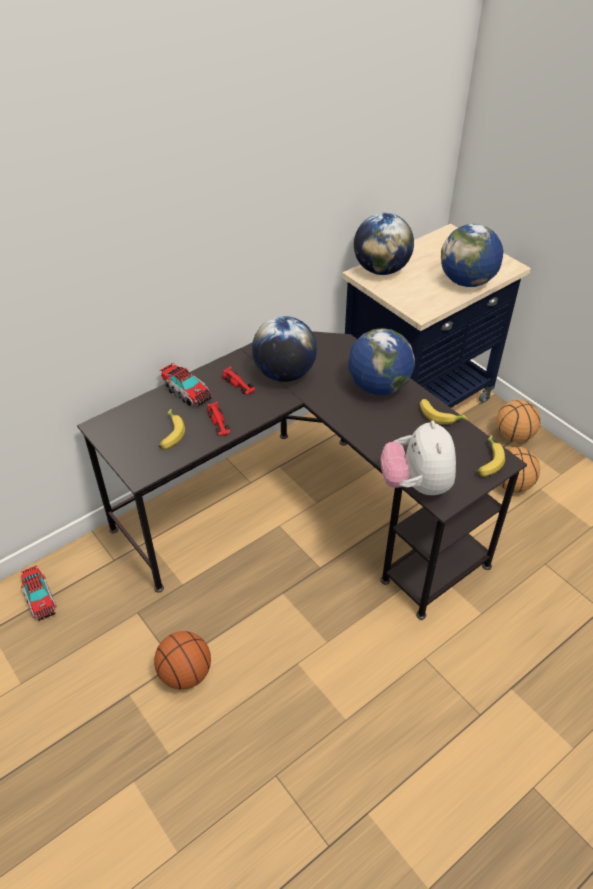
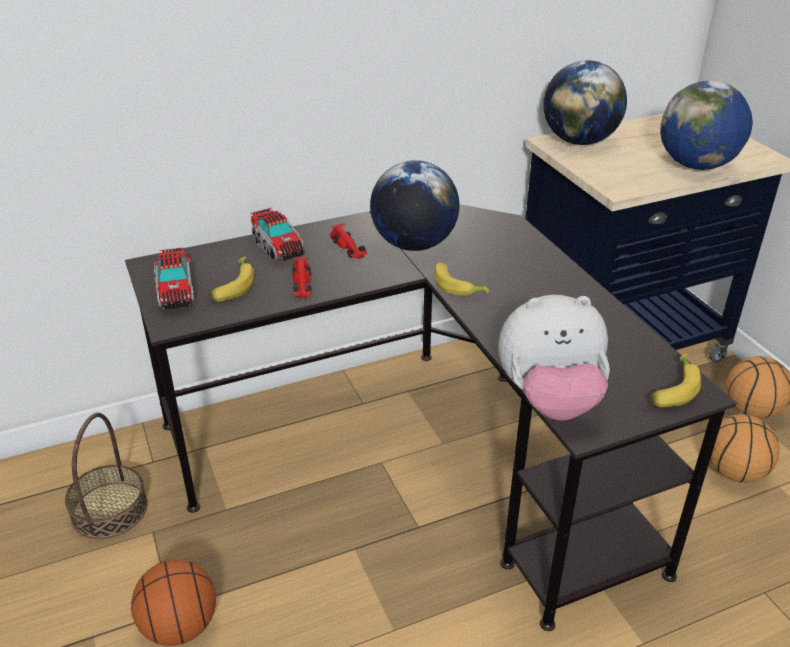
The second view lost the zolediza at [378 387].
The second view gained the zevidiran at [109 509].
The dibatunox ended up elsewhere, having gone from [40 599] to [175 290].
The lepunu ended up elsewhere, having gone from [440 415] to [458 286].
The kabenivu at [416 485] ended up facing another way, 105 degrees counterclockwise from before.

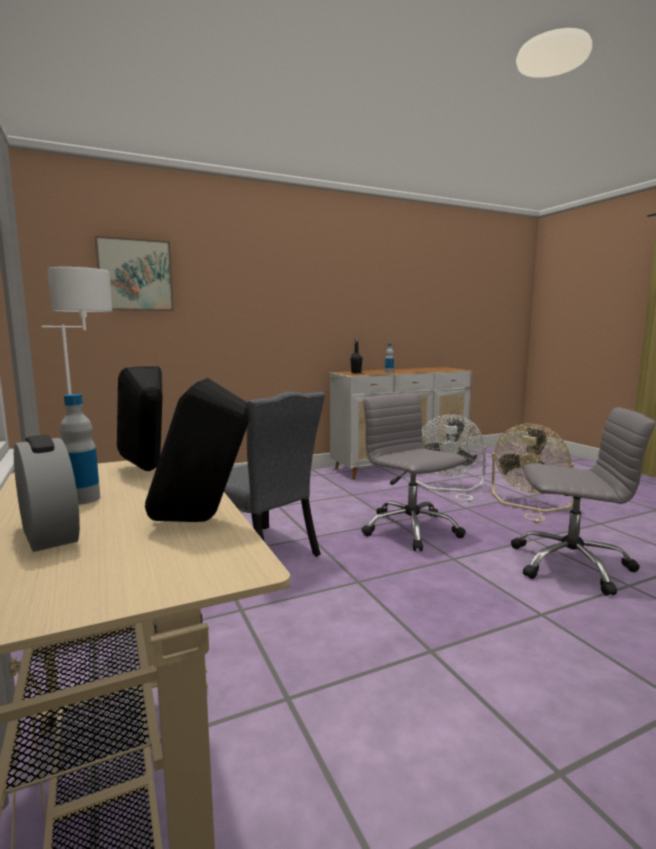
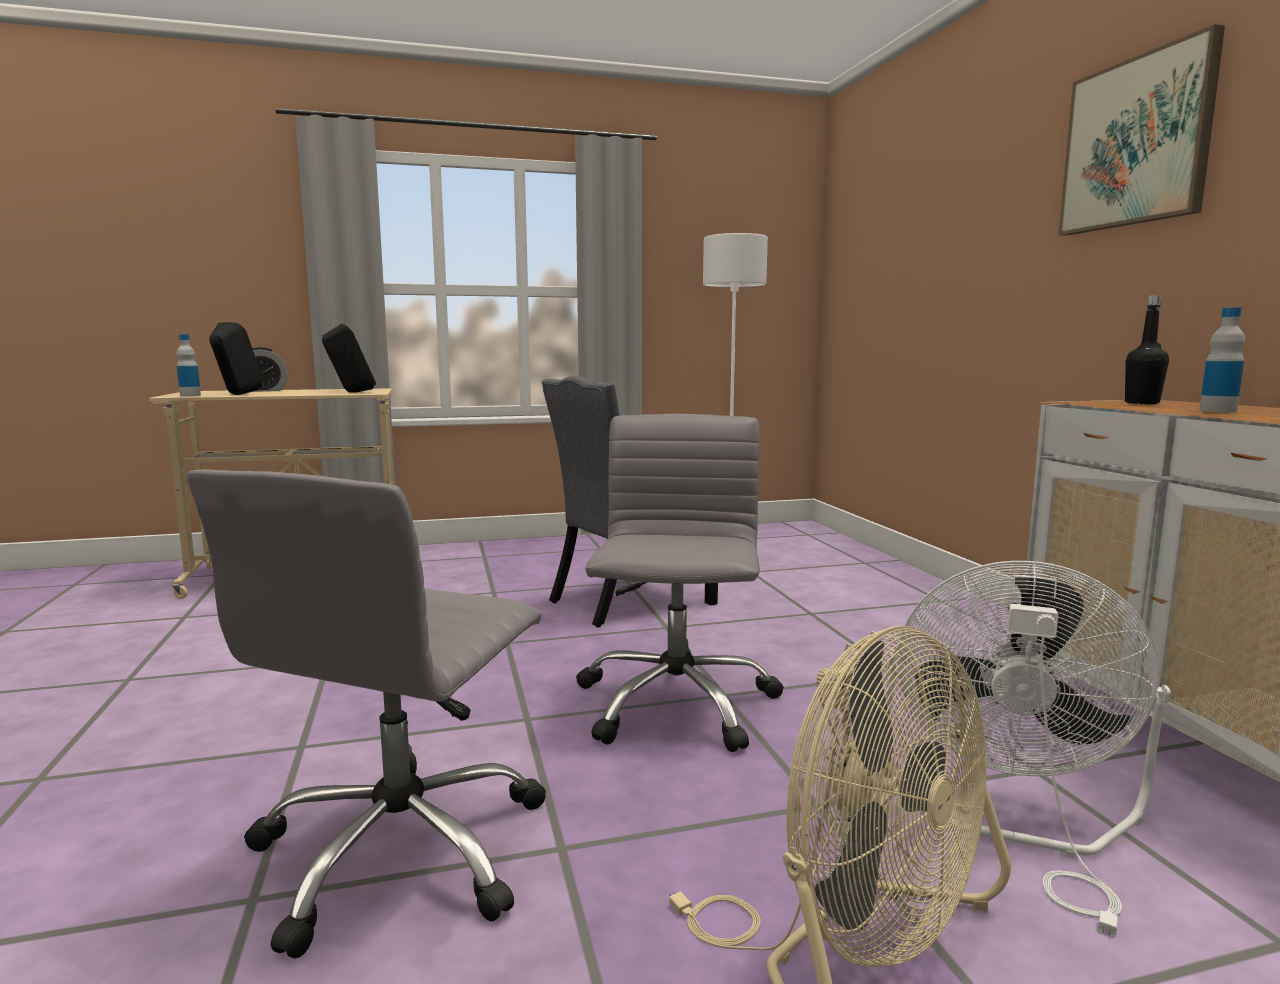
The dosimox ended up elsewhere, having gone from [83 499] to [190 395].
The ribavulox ended up elsewhere, having gone from [135 275] to [1136 142].
The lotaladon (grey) at [410 529] ended up facing another way, 60 degrees counterclockwise from before.
The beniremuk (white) at [450 488] ended up facing another way, 90 degrees counterclockwise from before.

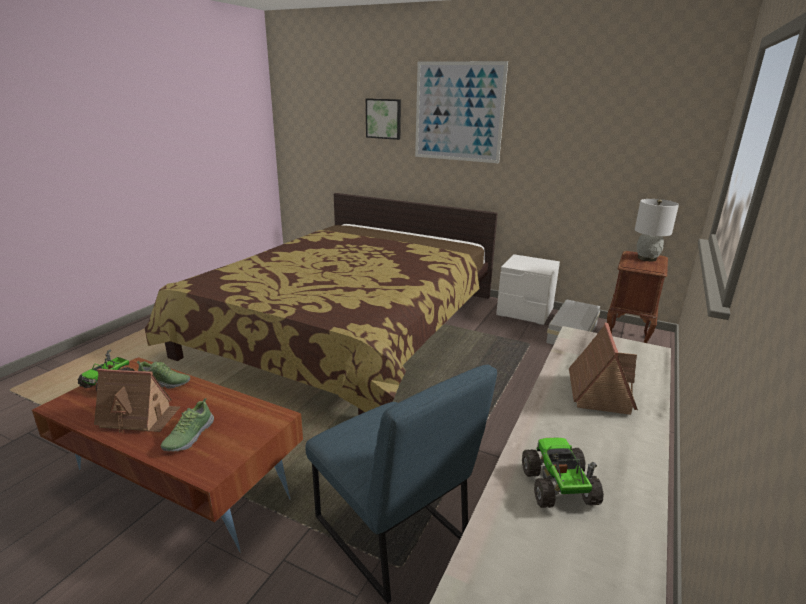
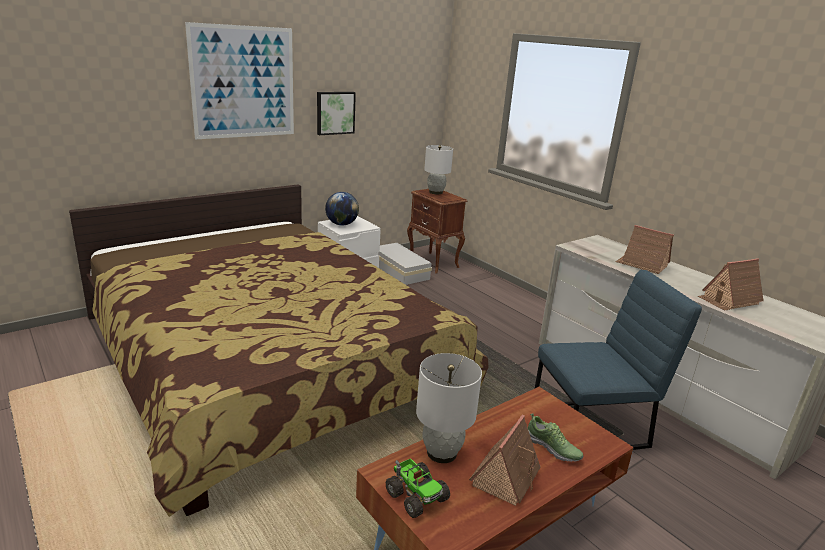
The second view gained the zolediza at [341 224].
The ribavulox ended up elsewhere, having gone from [384 118] to [335 112].
Where the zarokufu stood at [165 383], the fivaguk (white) came to stand at [441 453].
Where the dibatunox stood at [558 487], the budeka came to stand at [728 300].

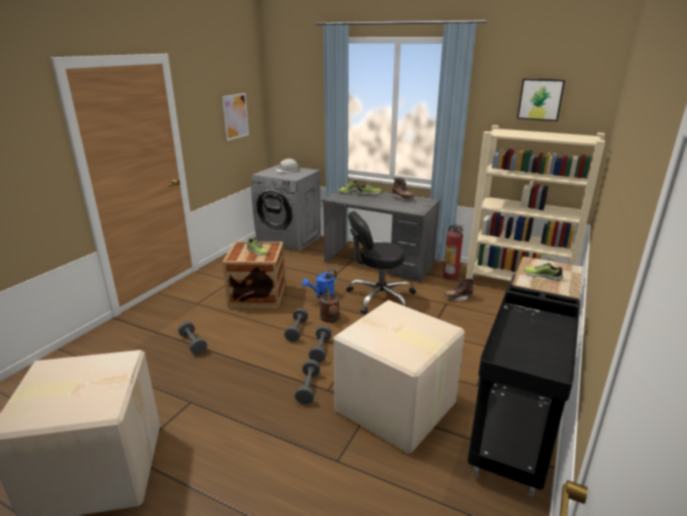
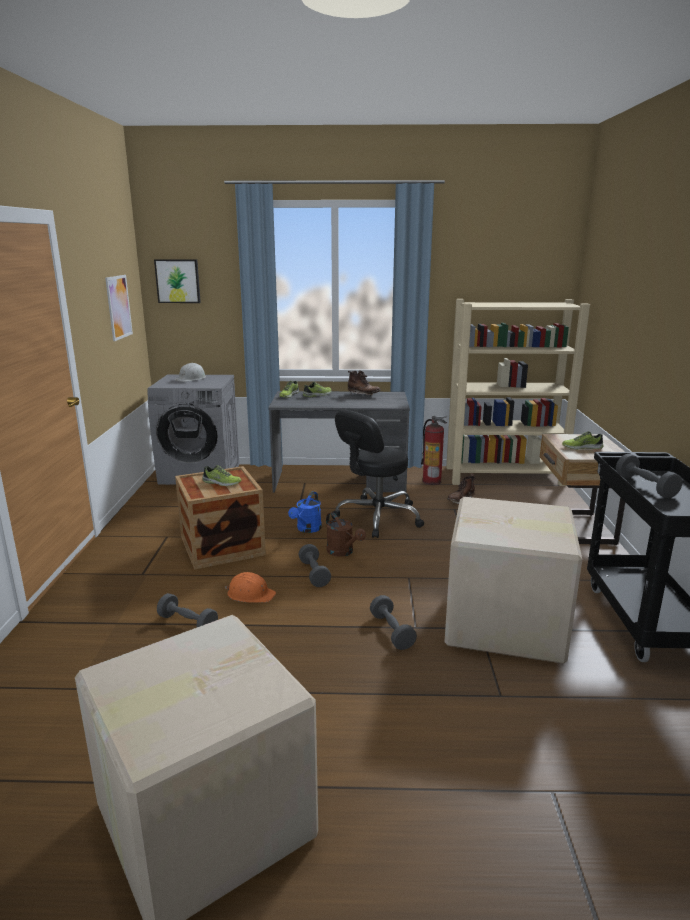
The second view gained the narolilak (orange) at [250 594].
The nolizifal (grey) ended up elsewhere, having gone from [320 350] to [645 486].
The ribavulox ended up elsewhere, having gone from [540 99] to [178 281].

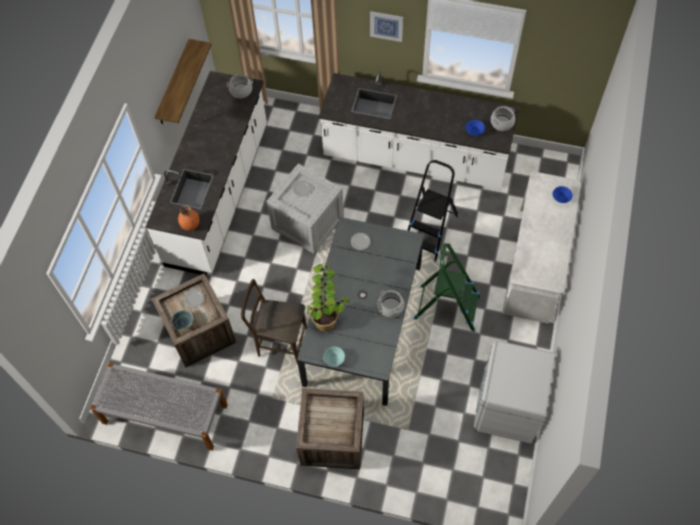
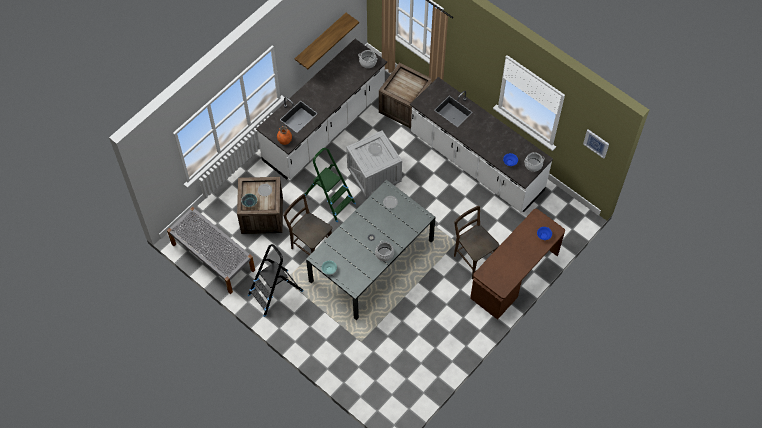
The second view lost the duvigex at [327 311].
The second view lost the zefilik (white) at [506 407].
The second view gained the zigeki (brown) at [473 258].
The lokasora ended up elsewhere, having gone from [331 439] to [404 107].
The ribavulox ended up elsewhere, having gone from [386 25] to [596 143].
The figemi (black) ended up elsewhere, having gone from [430 233] to [275 293].
The figemi (green) ended up elsewhere, having gone from [448 308] to [329 200].
What was the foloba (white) at [535 264] turned into the foloba (brown) at [514 276].

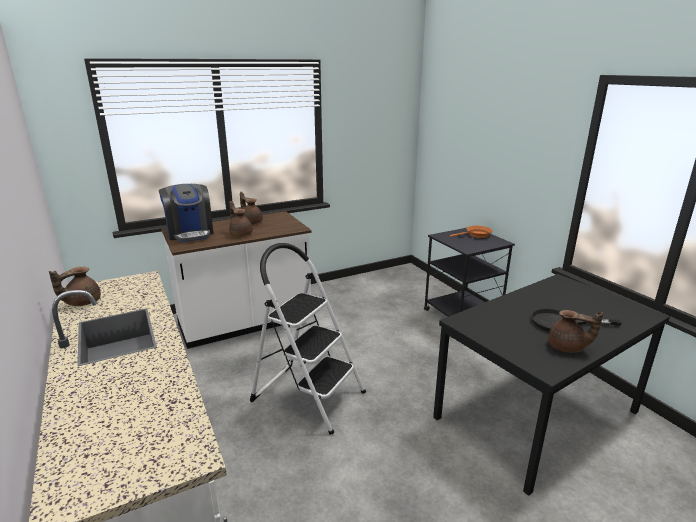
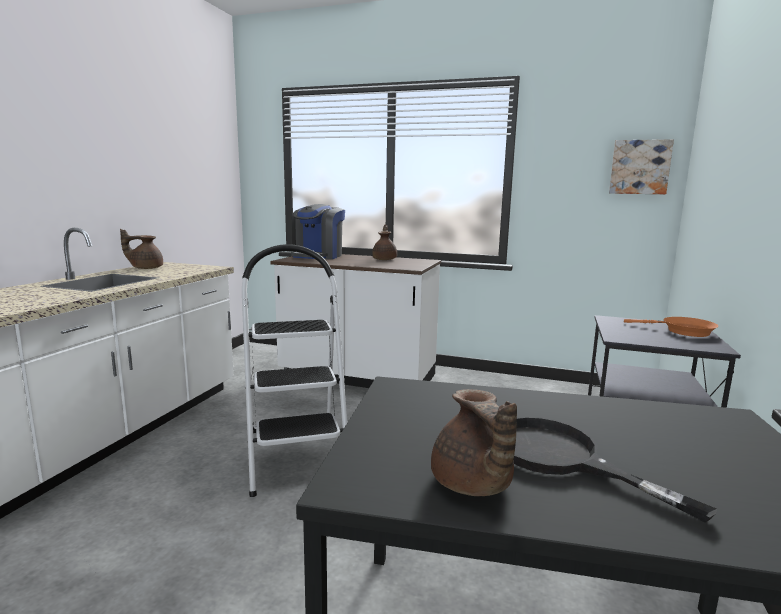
The second view lost the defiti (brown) at [241 234].
The second view gained the ribavulox at [639 167].

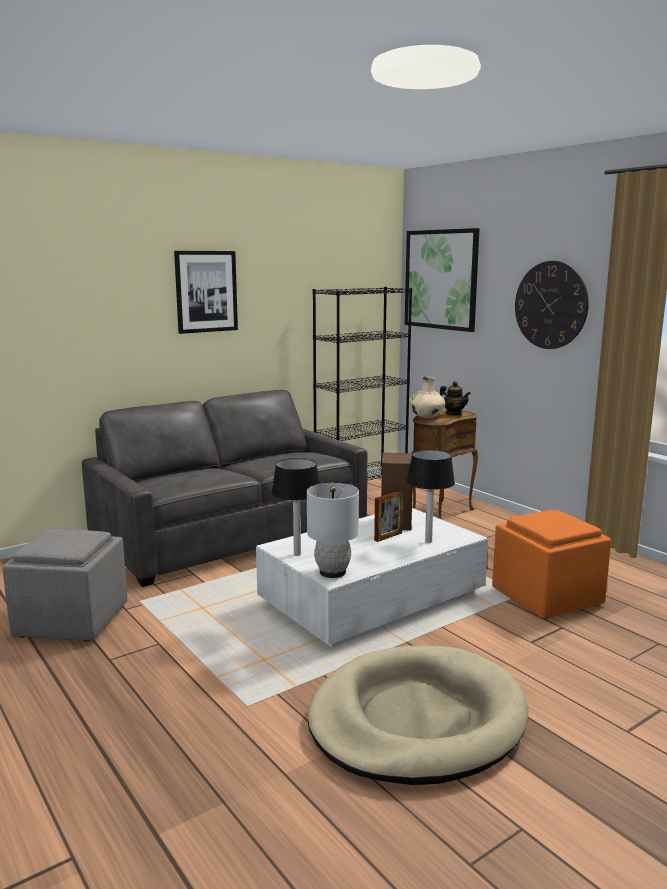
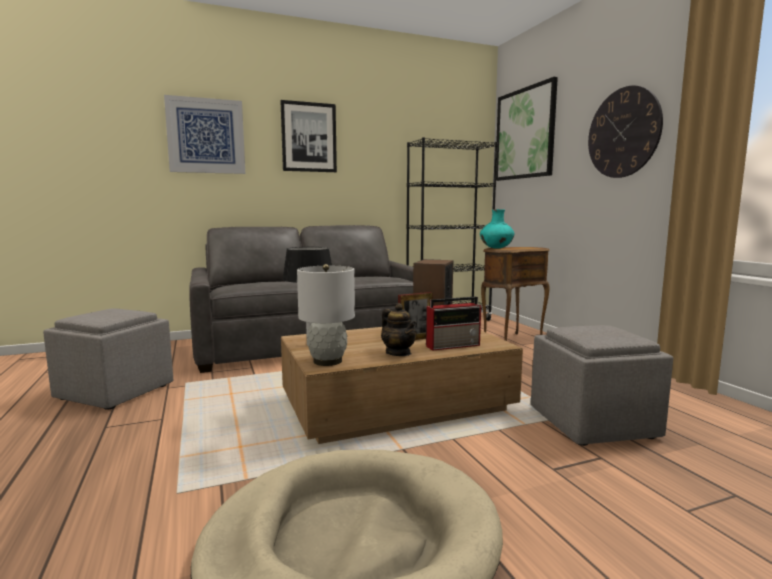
The second view gained the ribavulox at [206 136].
The defiti ended up elsewhere, having gone from [453 414] to [398 353].
Where the fivaguk stood at [428 541], the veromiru came to stand at [453 345].
What was the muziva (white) at [373 599] turned into the muziva (brown) at [396 404].
What was the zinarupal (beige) at [426 417] turned into the zinarupal (turquoise) at [496 248].
What was the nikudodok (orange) at [548 597] turned into the nikudodok (grey) at [594 424].

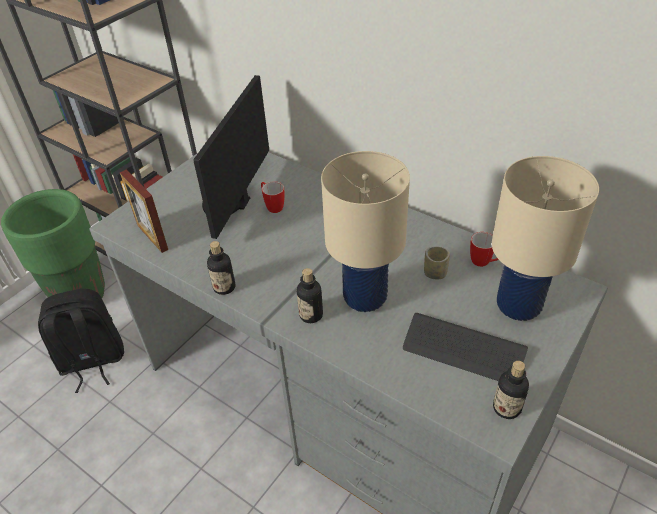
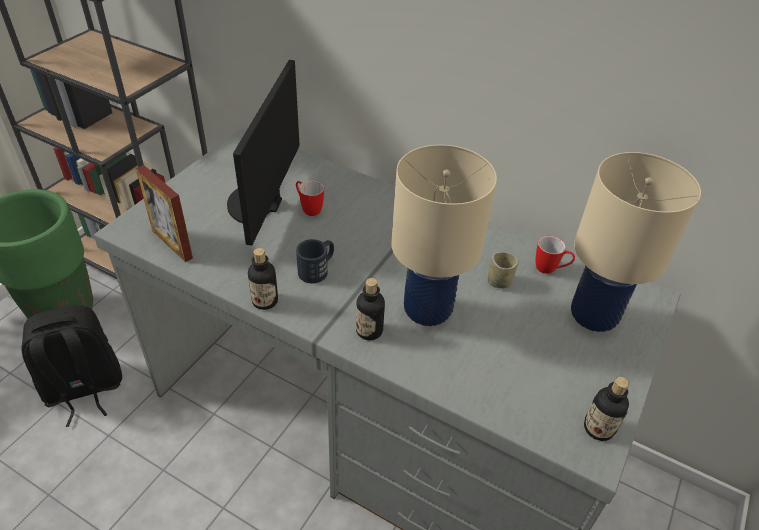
The second view lost the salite at [463 350].
The second view gained the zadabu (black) at [317 269].

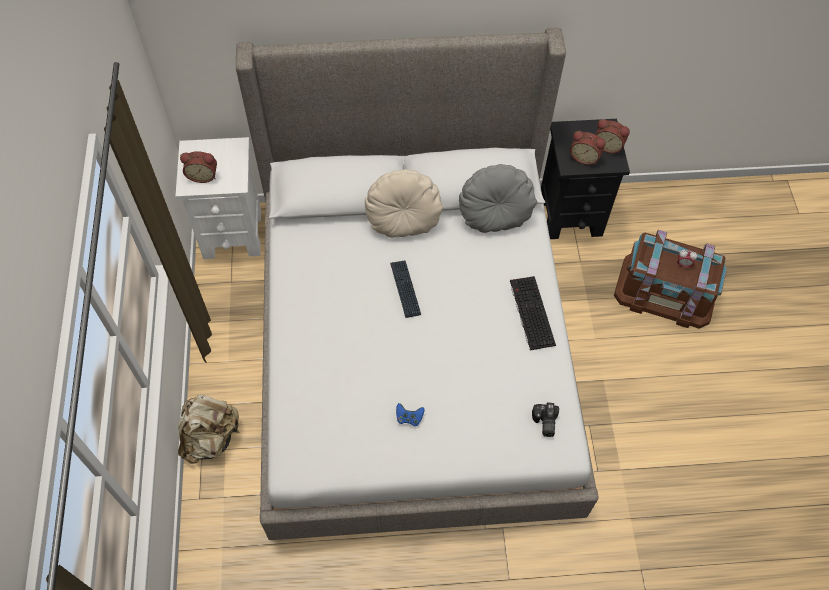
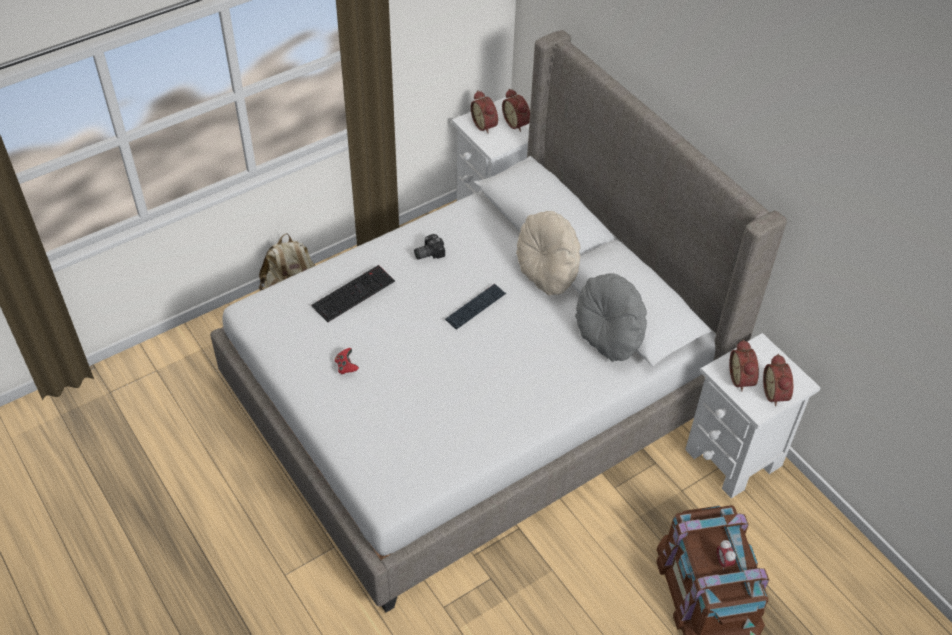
The second view gained the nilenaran at [517 123].
The salite ended up elsewhere, having gone from [530 312] to [353 292].
The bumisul ended up elsewhere, having gone from [544 423] to [428 253].
What was the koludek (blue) at [409 417] turned into the koludek (red) at [346 366].
What was the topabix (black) at [571 216] turned into the topabix (white) at [733 459].

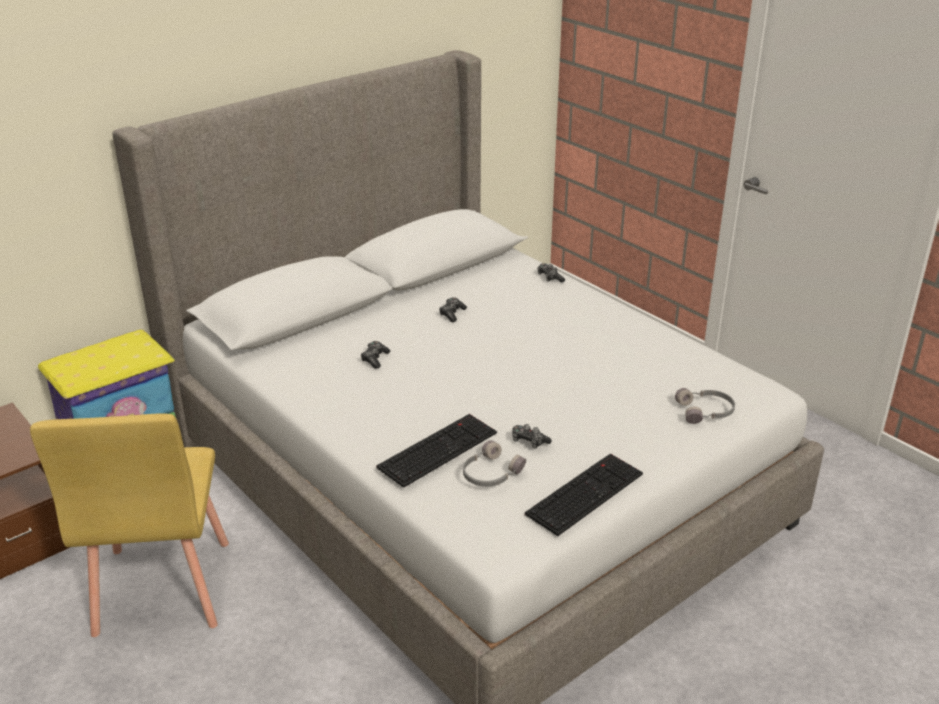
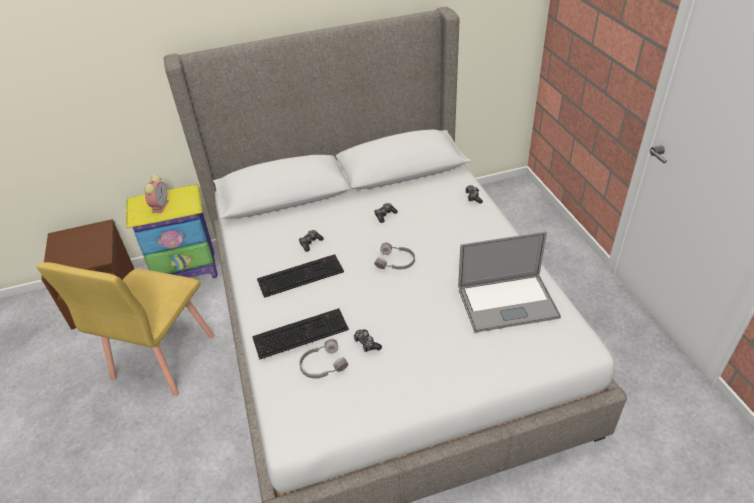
The second view gained the nilenaran at [160 206].
The second view gained the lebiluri at [507 303].
The salite ended up elsewhere, having gone from [584 492] to [301 275].
The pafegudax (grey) ended up elsewhere, having gone from [706 412] to [396 262].

